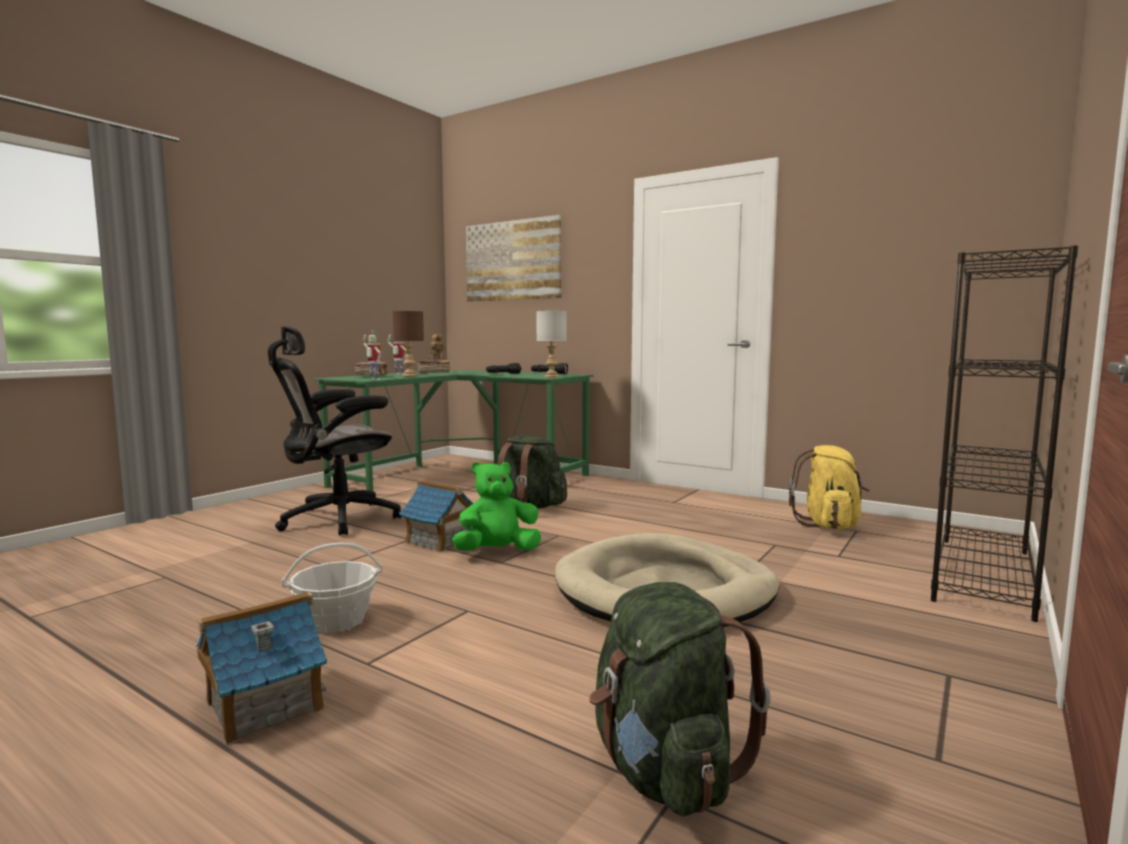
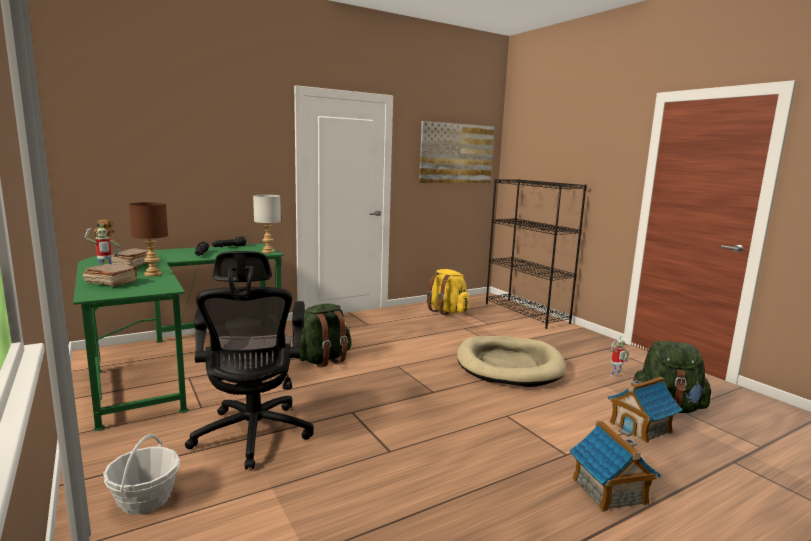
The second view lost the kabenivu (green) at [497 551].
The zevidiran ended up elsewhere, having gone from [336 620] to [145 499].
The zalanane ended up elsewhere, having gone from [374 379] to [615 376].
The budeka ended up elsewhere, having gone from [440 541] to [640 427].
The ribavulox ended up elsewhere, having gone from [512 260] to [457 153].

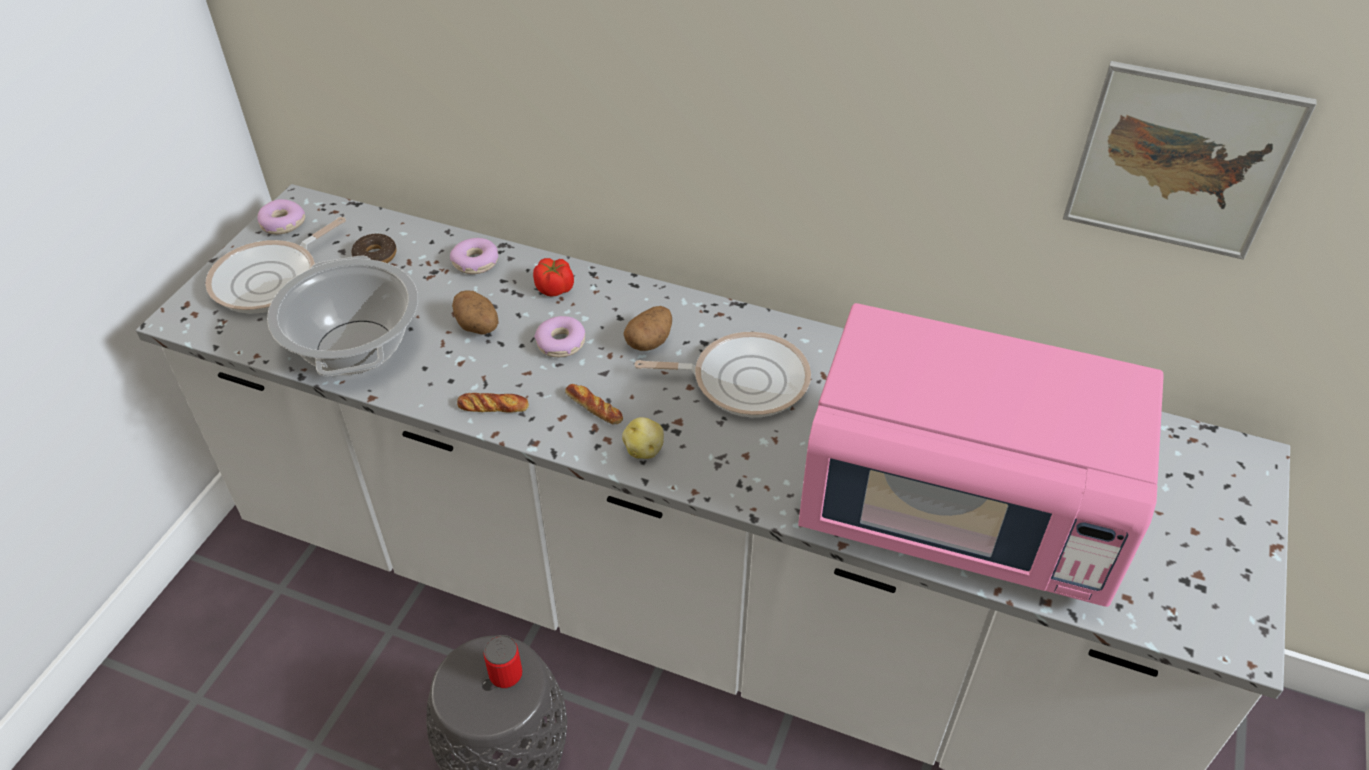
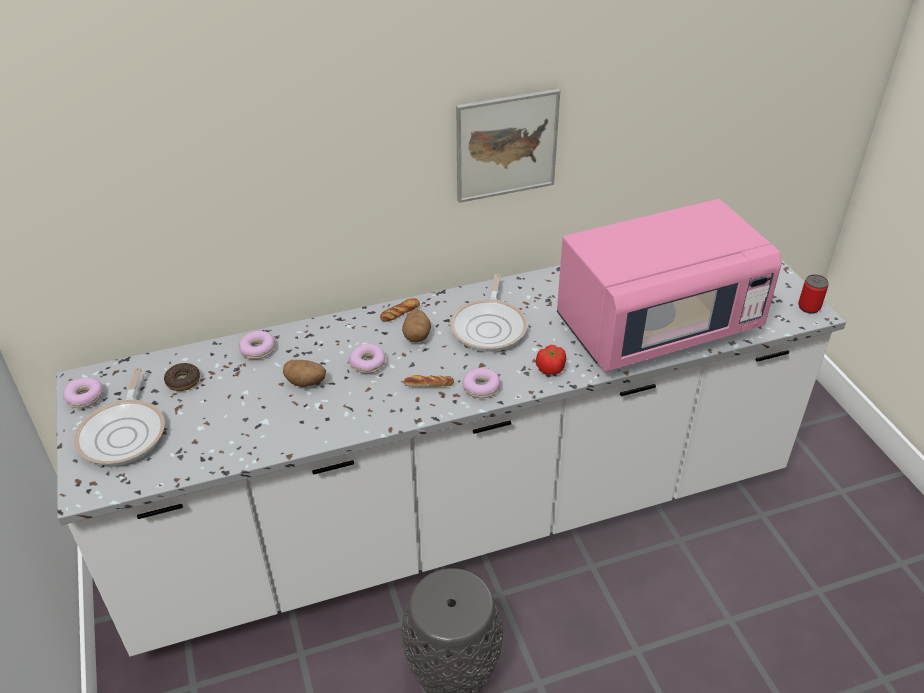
The second view lost the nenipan at [356 348].
The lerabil ended up elsewhere, having gone from [493 407] to [400 312].
The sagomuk ended up elsewhere, having gone from [506 675] to [809 307].
The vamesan ended up elsewhere, having gone from [555 289] to [550 368].
The ribavulox ended up elsewhere, having gone from [1179 161] to [506 145].
Where the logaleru stood at [644 449], the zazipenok came to stand at [481 388].
The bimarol at [743 380] ended up facing another way, 135 degrees clockwise from before.

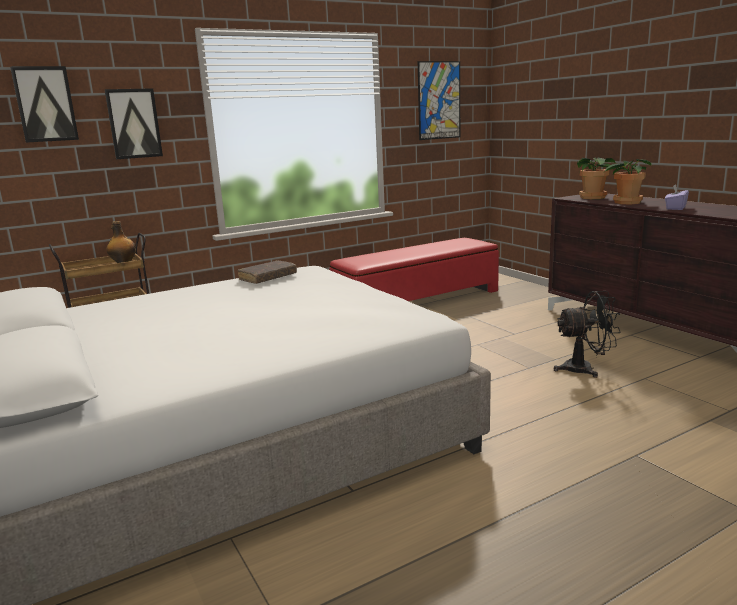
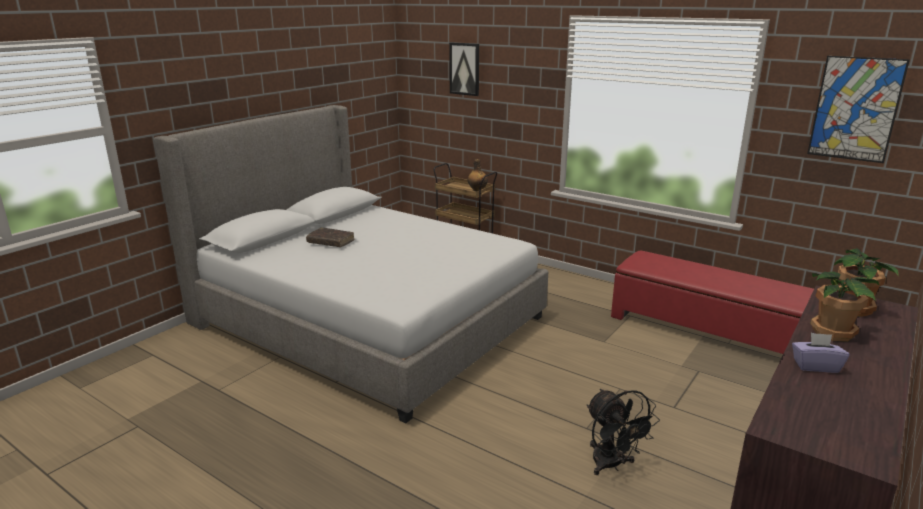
The second view lost the ribavulox at [134 123].
The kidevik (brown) ended up elsewhere, having gone from [268 278] to [330 242].

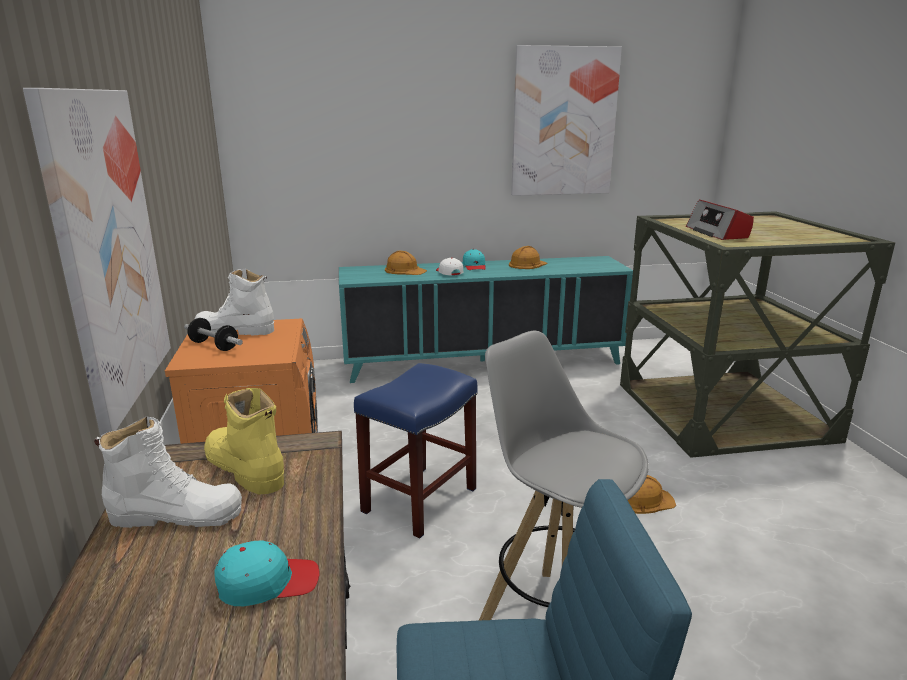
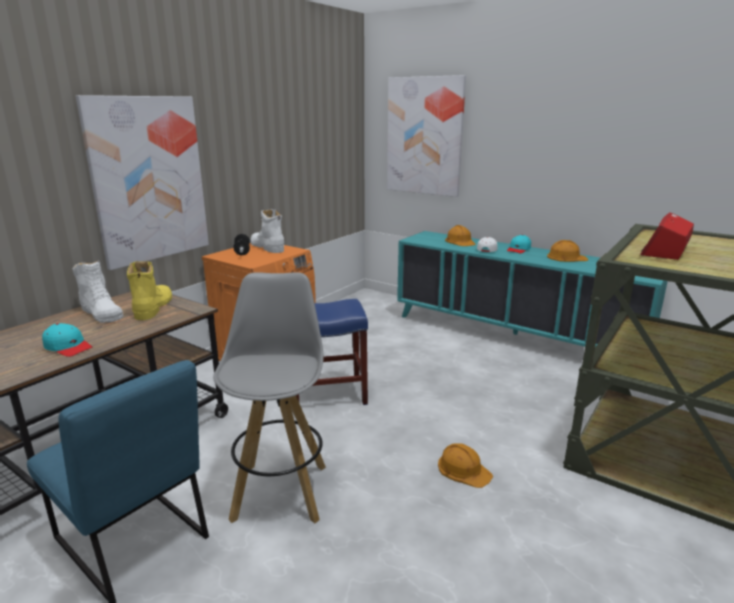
The ribavulox ended up elsewhere, having gone from [563 122] to [424 136].

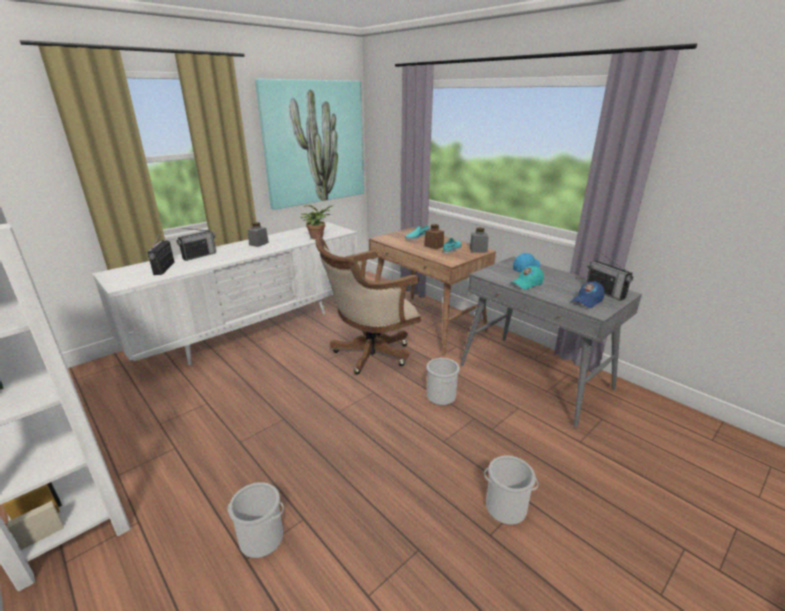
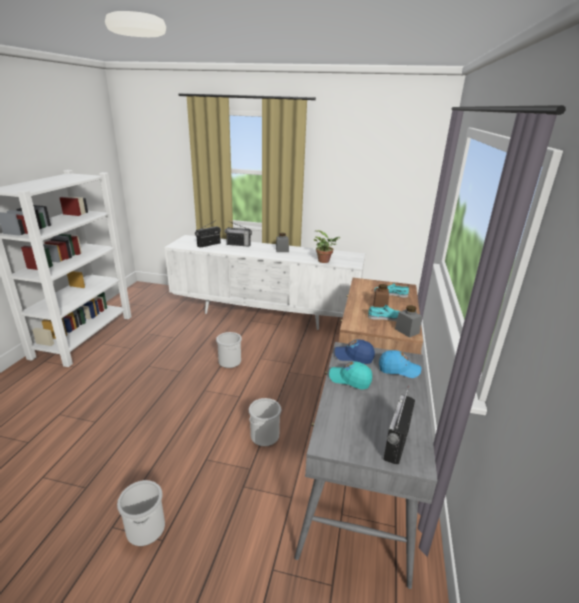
The second view lost the ribavulox at [314 143].
The second view lost the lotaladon at [368 355].
The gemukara ended up elsewhere, having gone from [262 538] to [230 362].
The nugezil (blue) ended up elsewhere, having gone from [587 301] to [354 357].

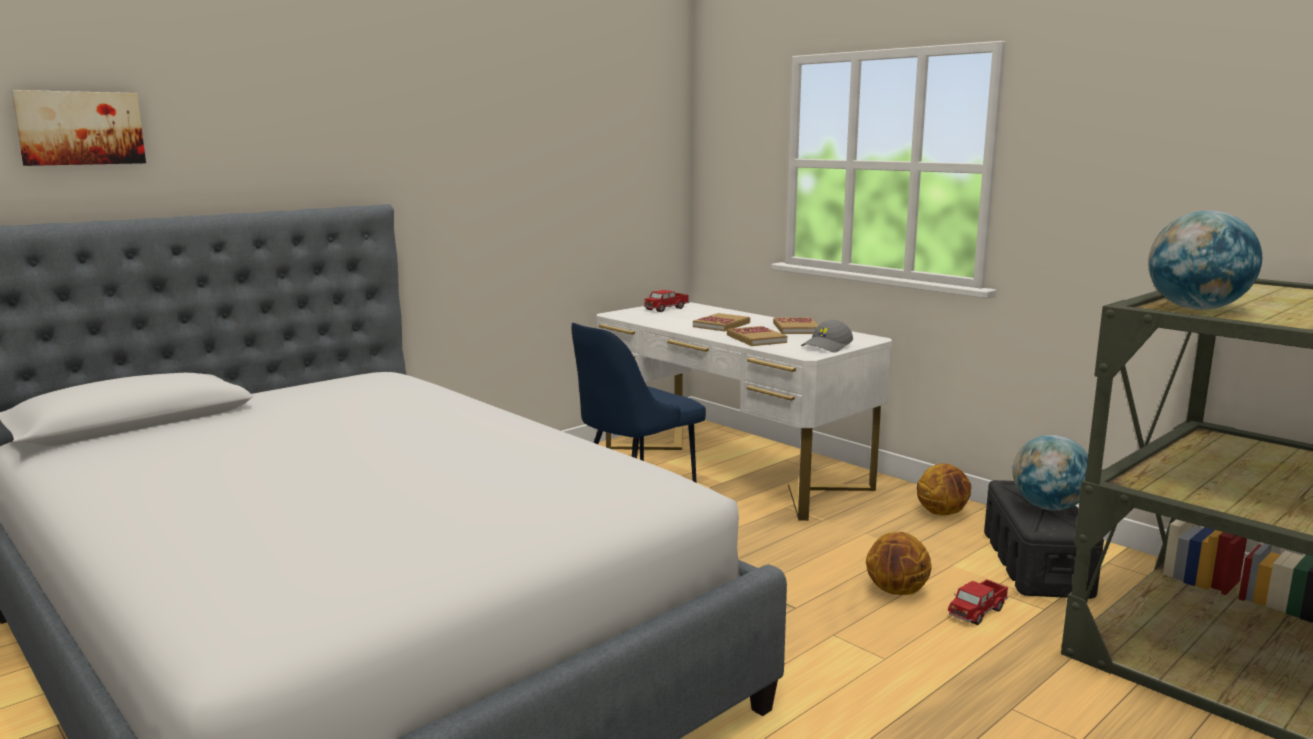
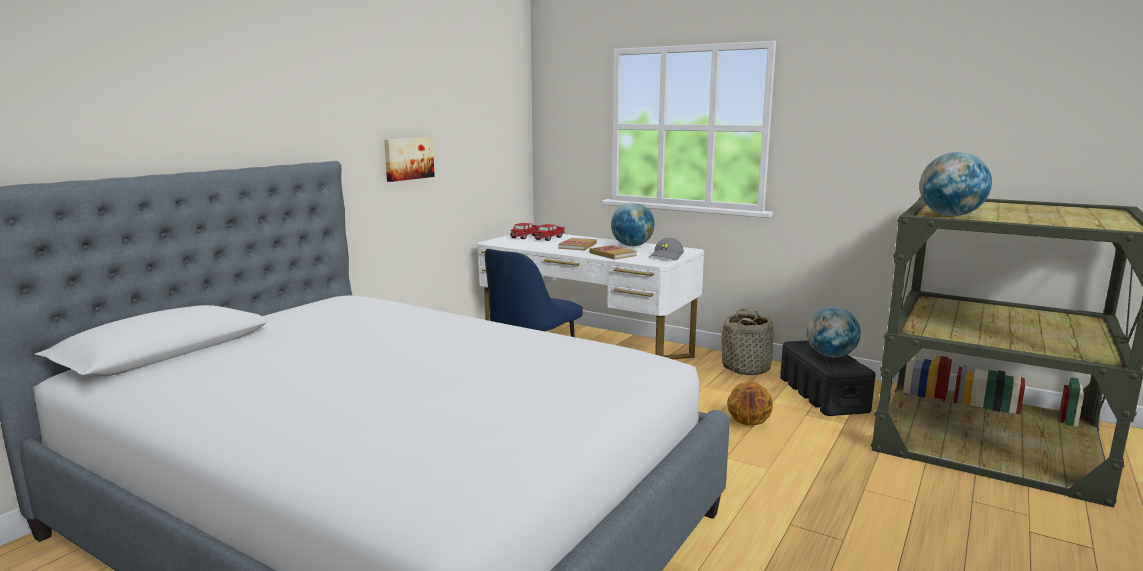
The ribavulox ended up elsewhere, having gone from [80 128] to [408 158].
The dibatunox ended up elsewhere, having gone from [977 611] to [549 238].
Where the kidevik stood at [796 328], the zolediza came to stand at [632 246].
Where the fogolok stood at [942 513], the zevidiran came to stand at [746 368].

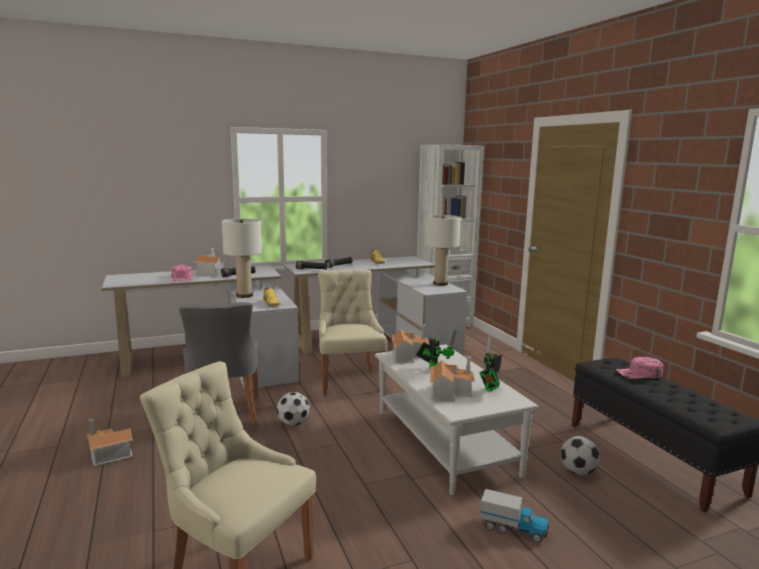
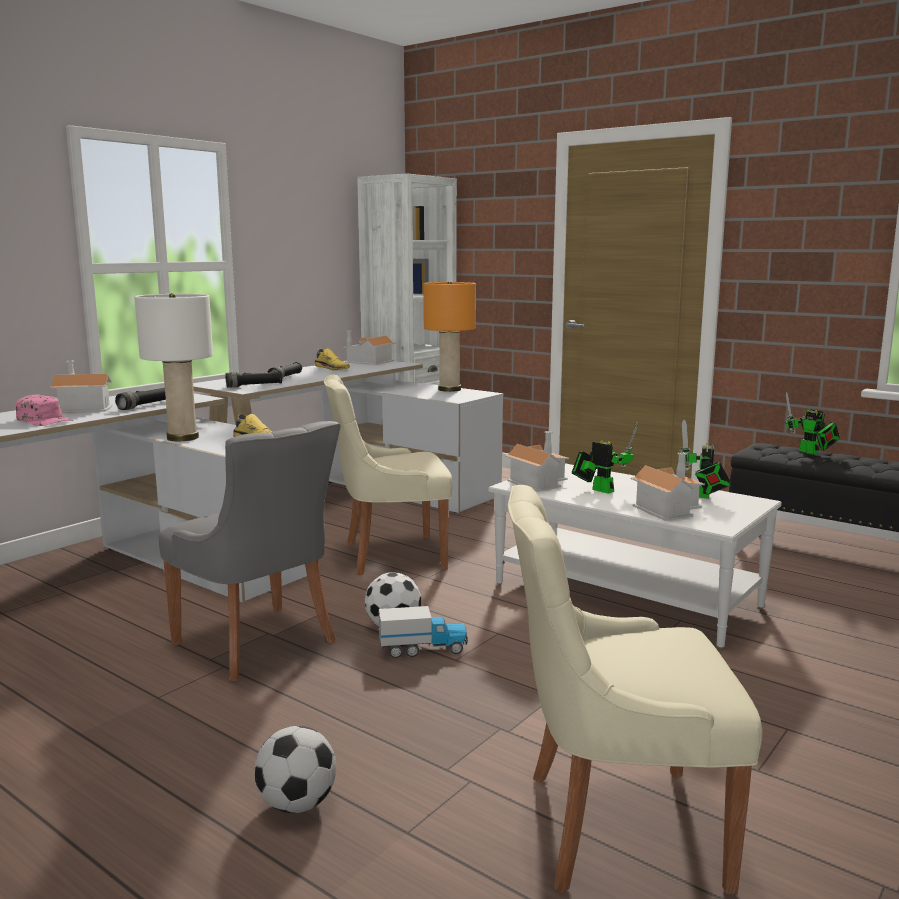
The budeka ended up elsewhere, having gone from [107 454] to [368 362].
The dibatunox ended up elsewhere, having gone from [513 528] to [423 649].
The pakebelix ended up elsewhere, having gone from [578 472] to [298 804].
Where the nugezil (pink) stood at [639 374], the zalanane came to stand at [811 453].
What was the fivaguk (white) at [440 284] turned into the fivaguk (orange) at [449 389].
The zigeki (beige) at [349 381] ended up facing another way, 60 degrees counterclockwise from before.

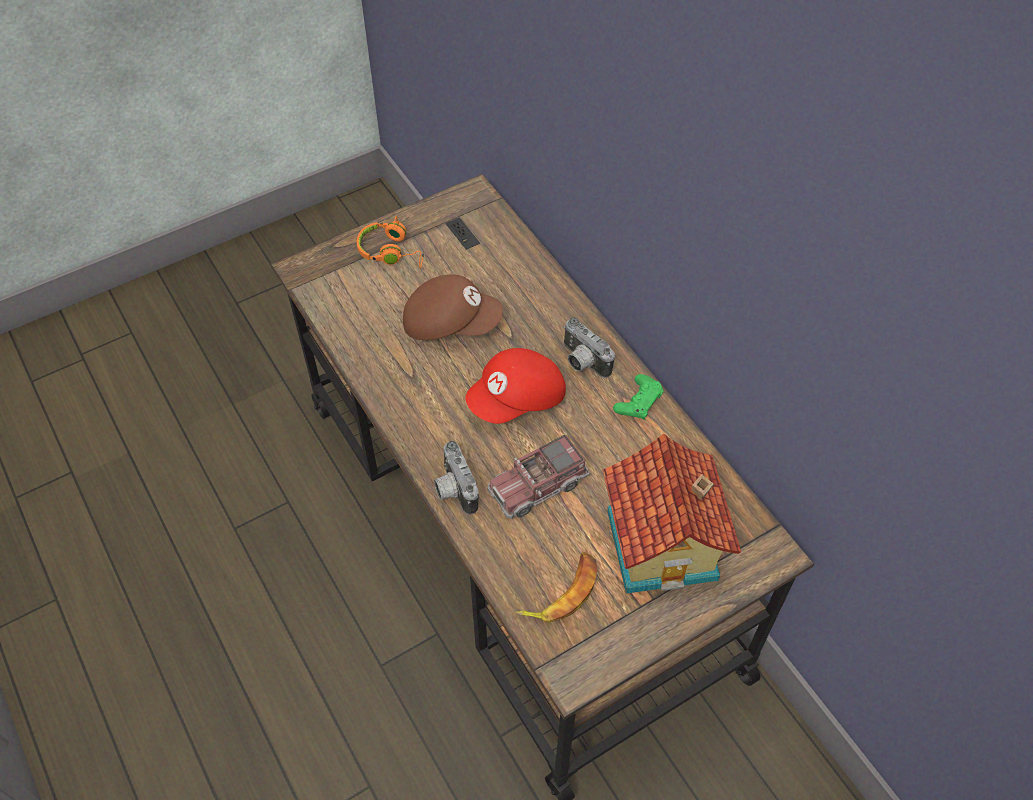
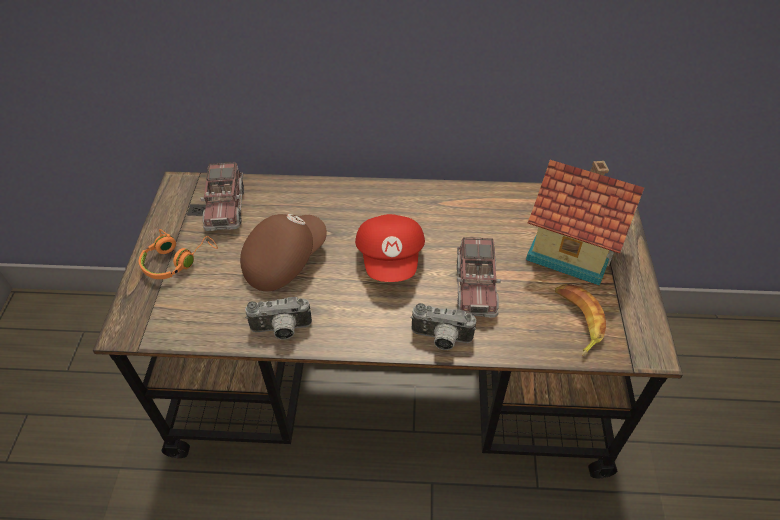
The second view lost the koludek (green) at [638 401].
The second view gained the dibatunox at [225 206].
The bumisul ended up elsewhere, having gone from [582 362] to [281 330].

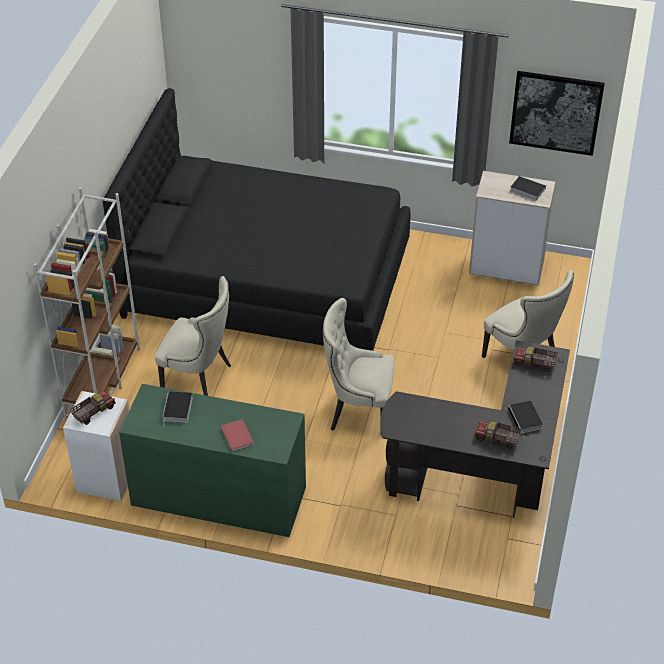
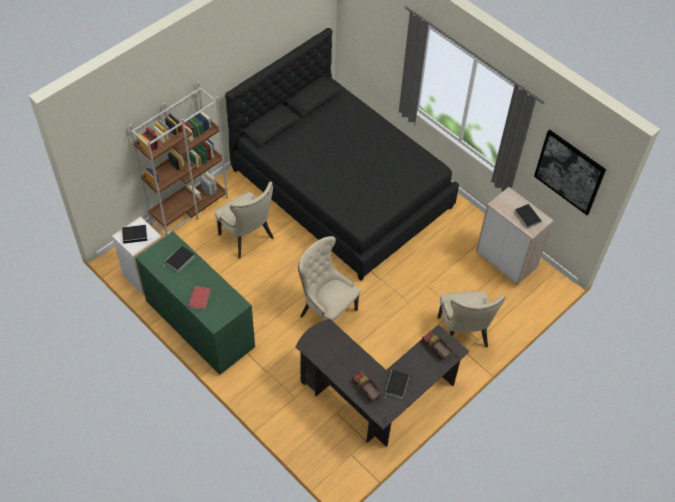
Where the dibatunox stood at [93 412], the kidevik came to stand at [135 235].

